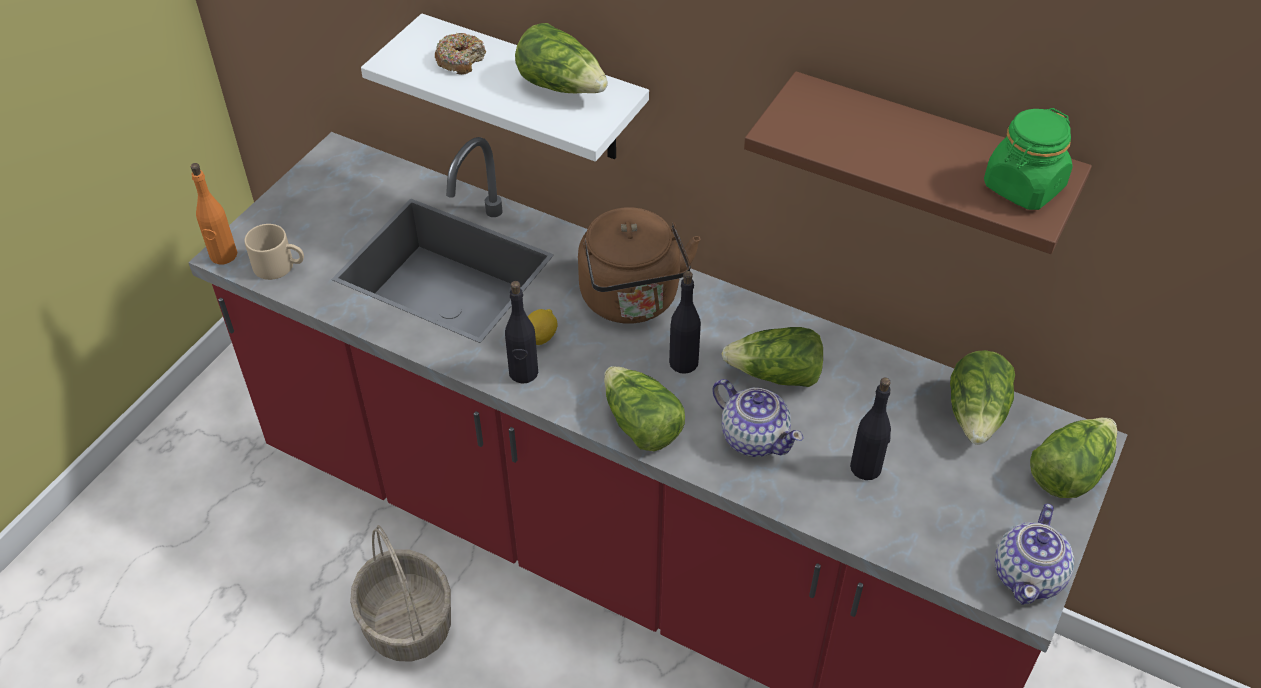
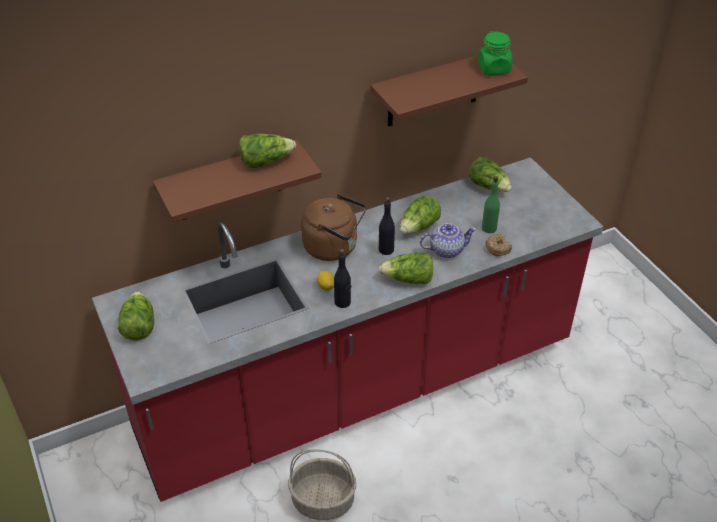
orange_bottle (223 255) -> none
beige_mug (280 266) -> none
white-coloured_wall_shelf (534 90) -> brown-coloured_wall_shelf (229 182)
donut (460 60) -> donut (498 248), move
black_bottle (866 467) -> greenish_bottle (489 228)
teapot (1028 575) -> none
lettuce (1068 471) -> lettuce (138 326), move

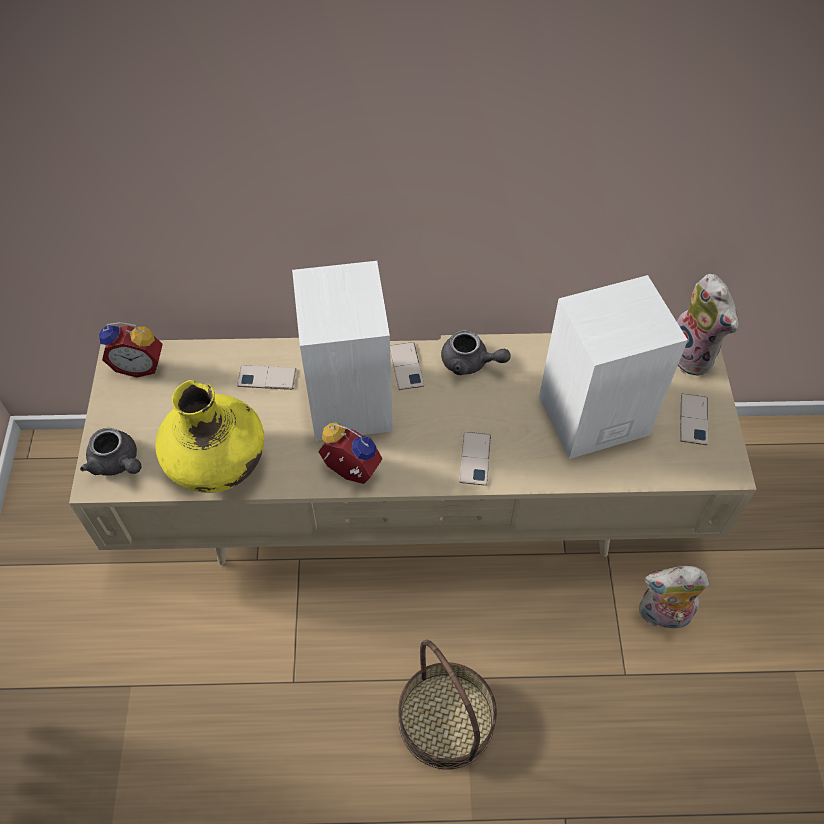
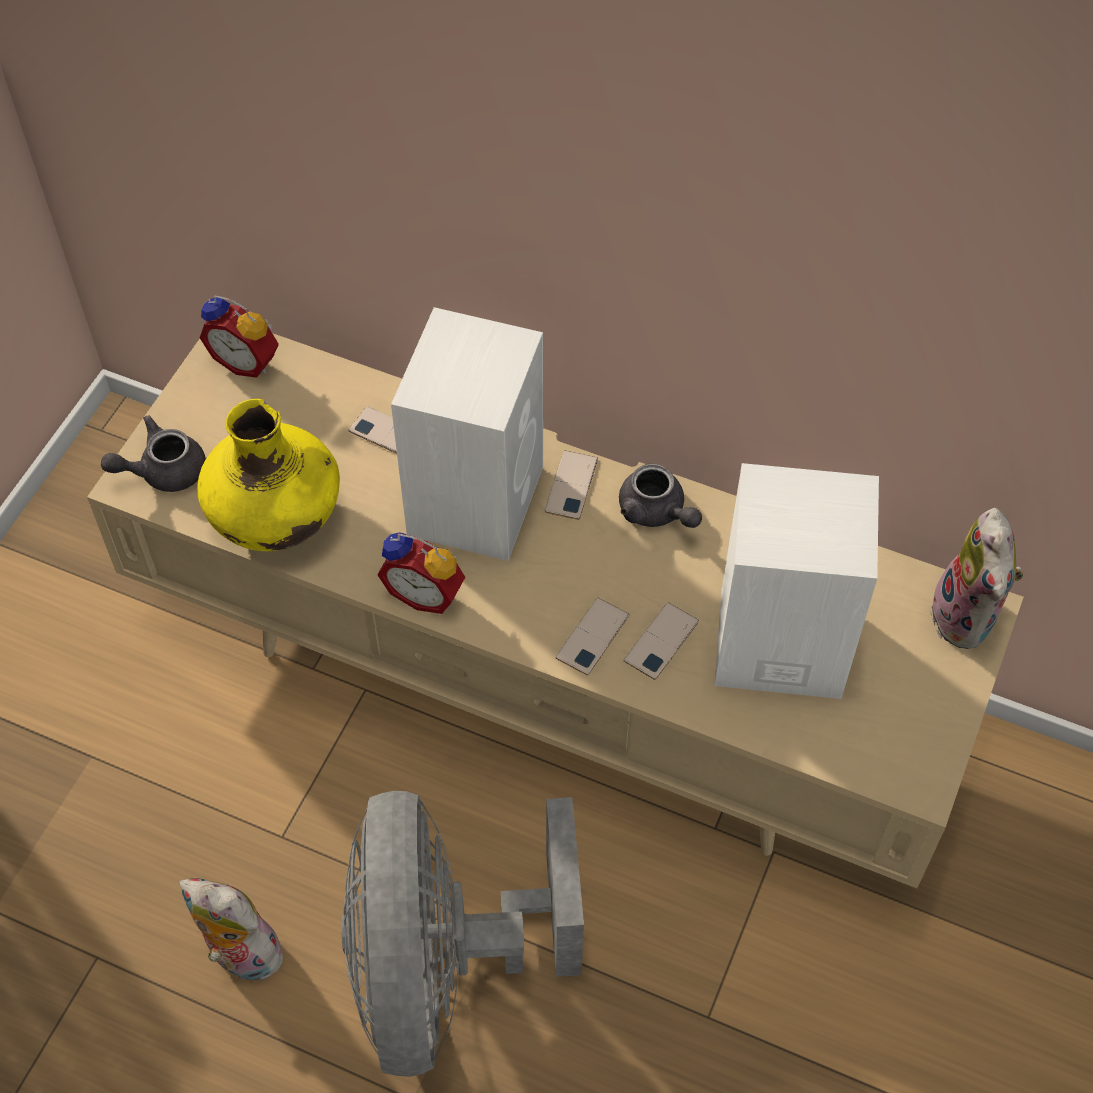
greyish_teapot (117 463) -> greyish_teapot (163 471), 90 degrees clockwise
table_clock (349 473) -> table_clock (426 592), 150 degrees clockwise
household_basket (446 719) -> greyish_cooling_fan (445 966)
cuddly_toy (662 615) -> cuddly_toy (240 954), move
phone (693 419) -> phone (661 641), move

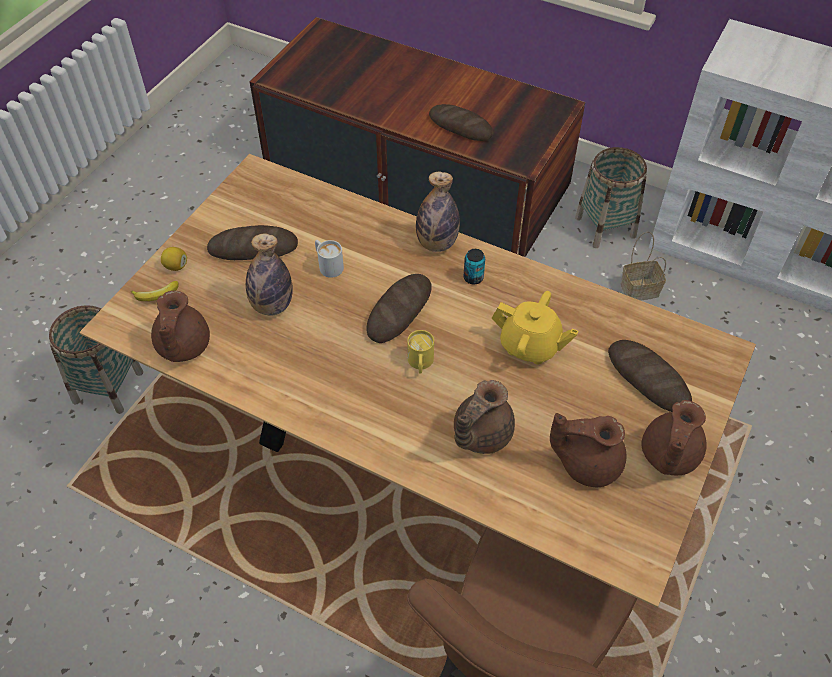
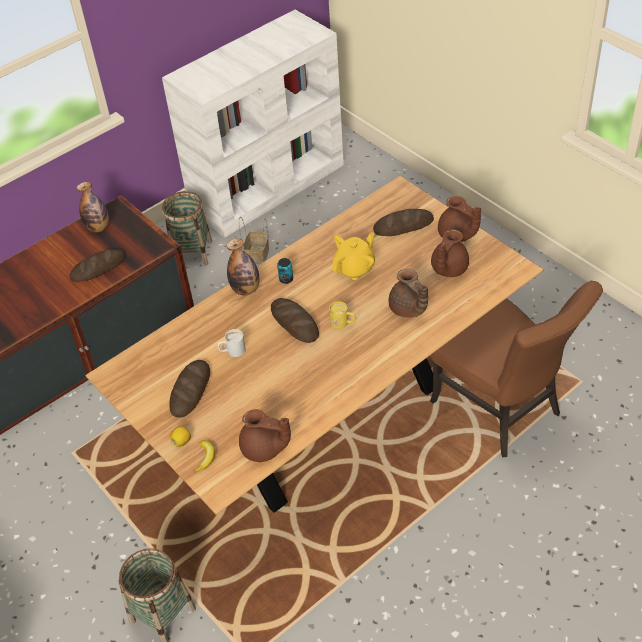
bottle (272 306) -> bottle (98 227), move

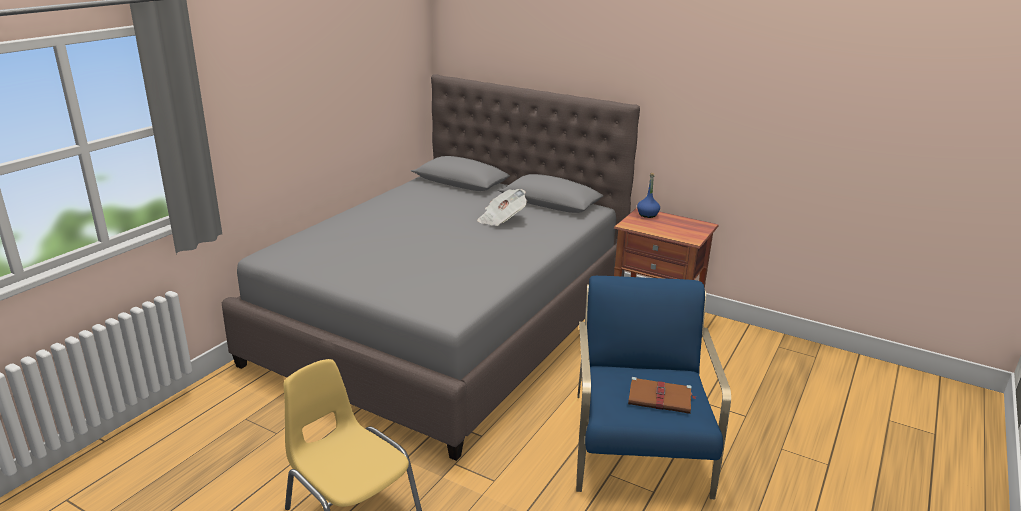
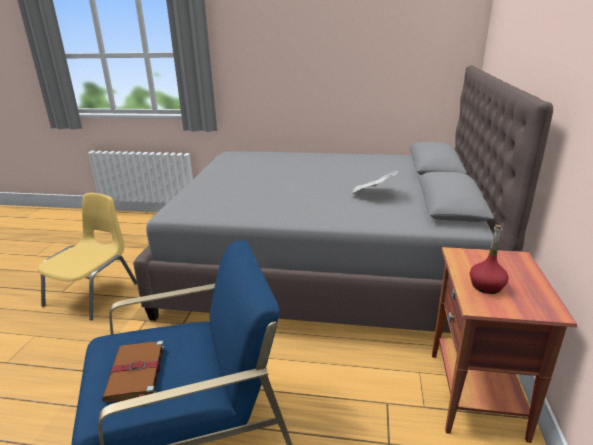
blue-coloured_bottle (647 214) -> none
none -> red_bottle (486 286)

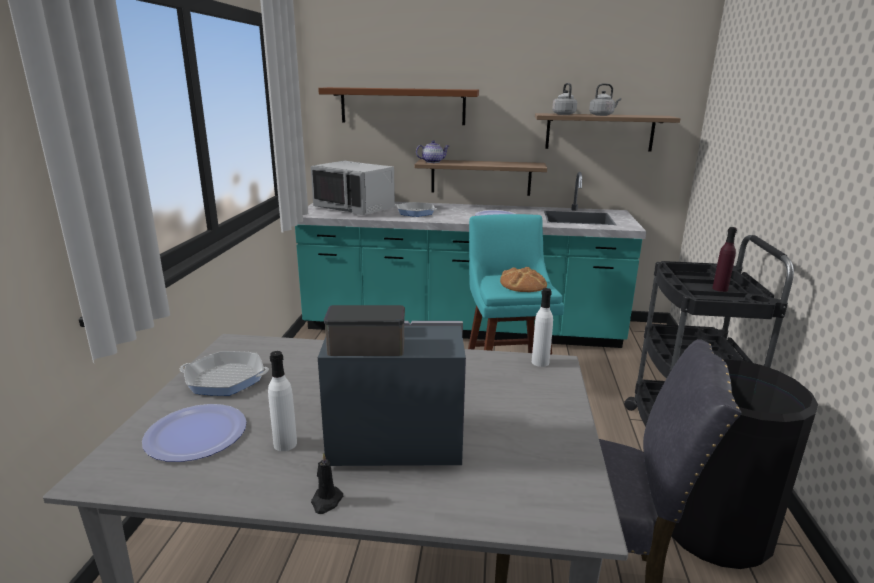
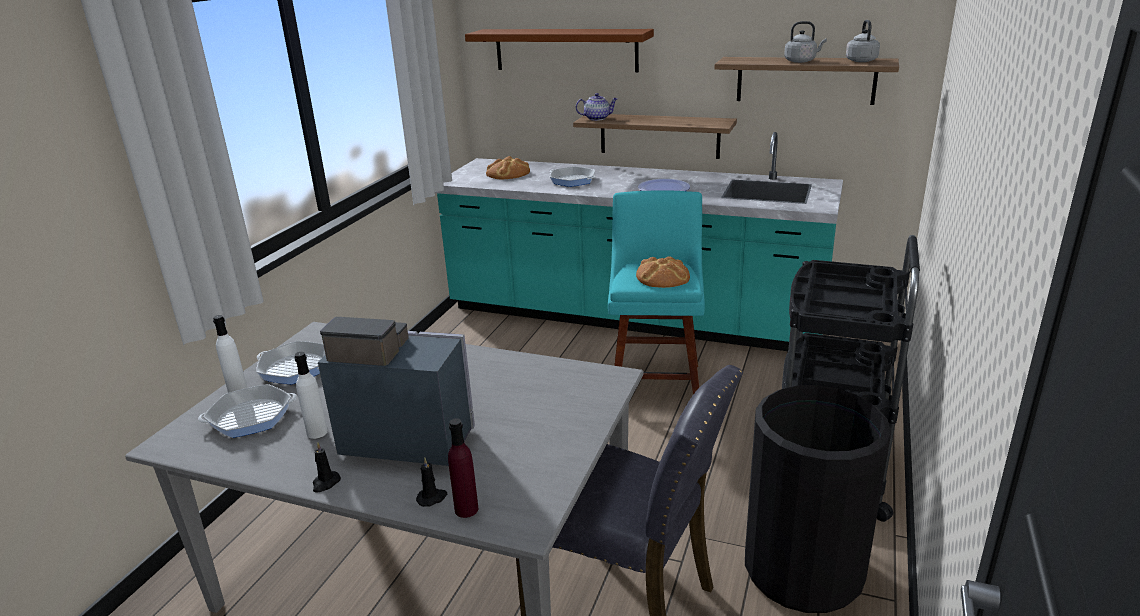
plate (196 434) -> pan (251 417)
greyish_microwave (355 208) -> bakery_bread (508 173)
white-coloured_bottle (540 362) -> white-coloured_bottle (237 389), move
greyish_tea_kettle (563 114) -> greyish_tea_kettle (861 60), move
purplish_bottle (720 289) -> purplish_bottle (466 509), move
none -> black_wax_candle (432 498)

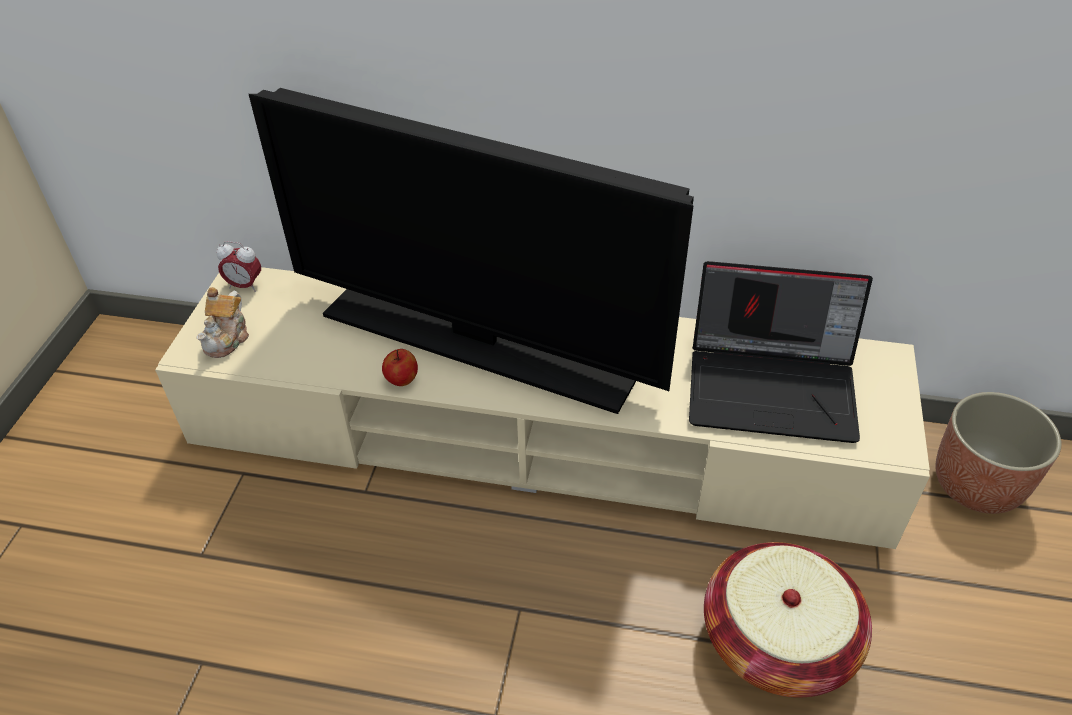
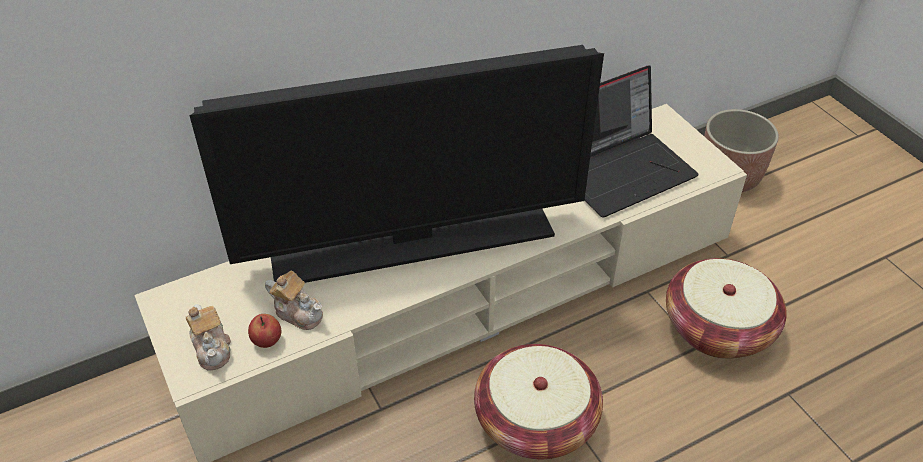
table_clock (245 286) -> none
apple_fruit (402 380) -> apple_fruit (267 341), move
none -> teapot (298 312)
none -> household_basket (535 421)

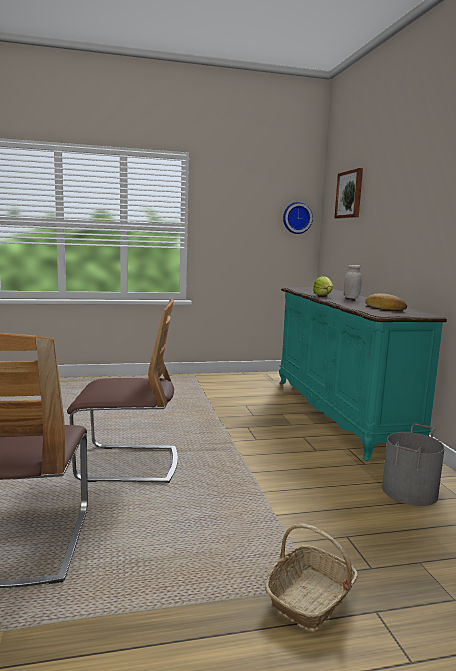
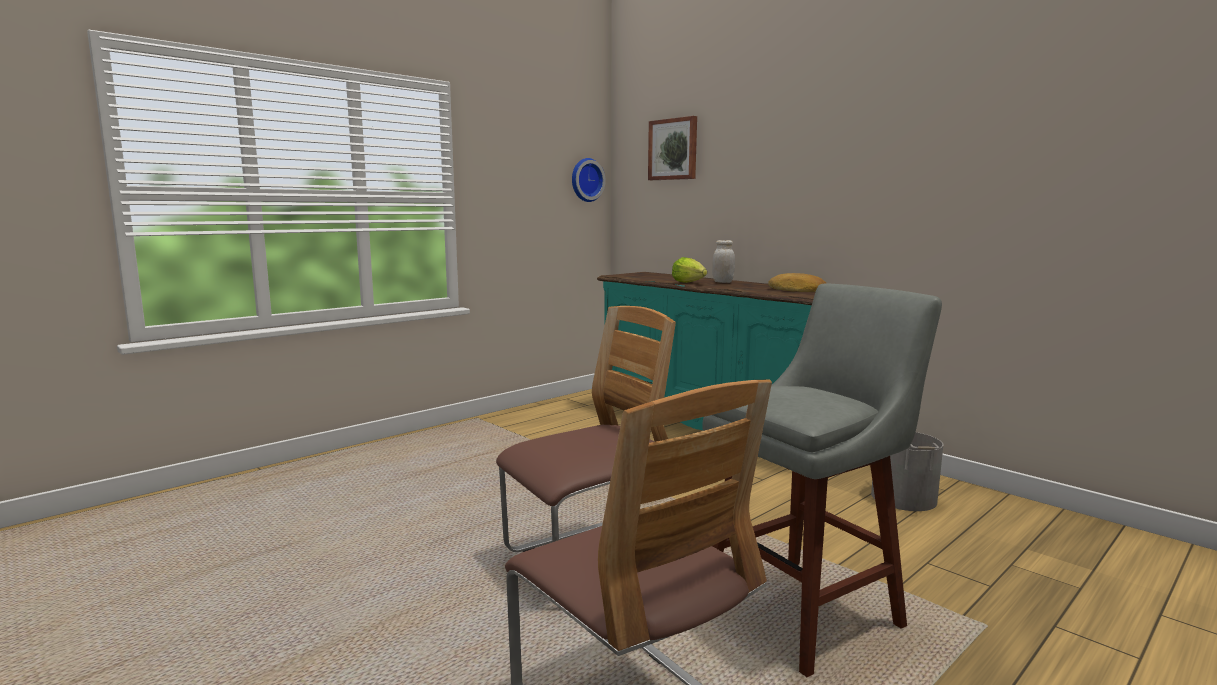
household_basket (310 598) -> none
none -> greyish_stool (805 610)

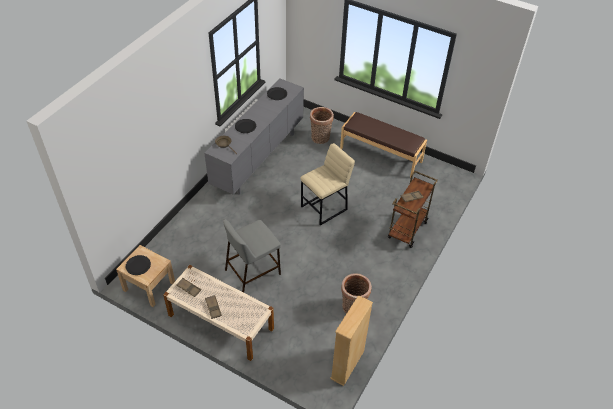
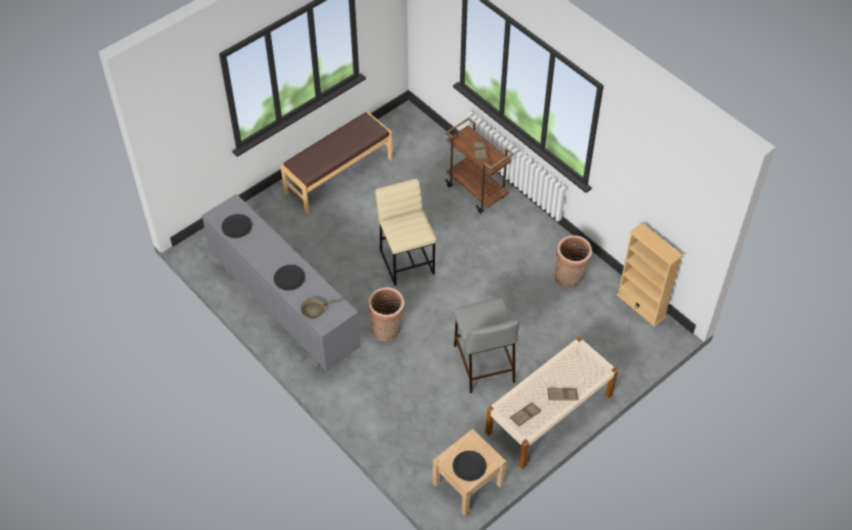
household_basket (320 139) -> household_basket (387 330), move

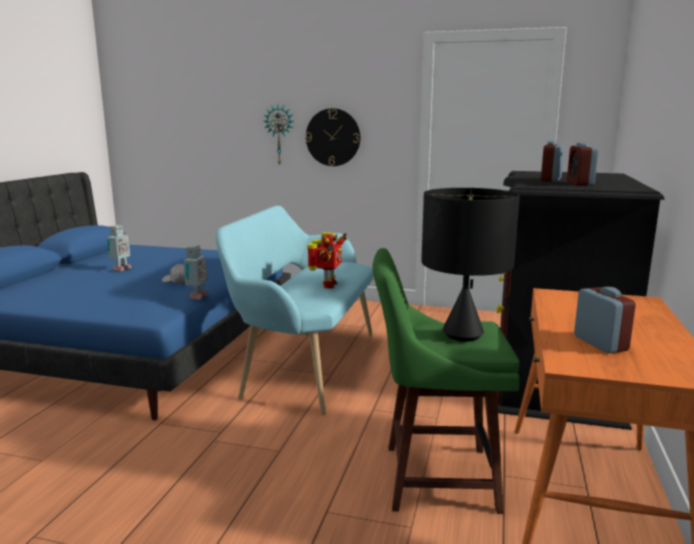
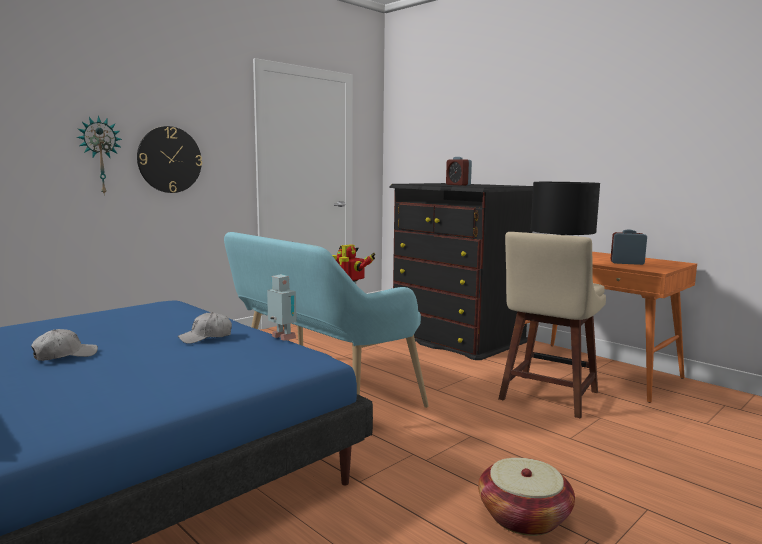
robot_figure (120 269) -> white-coloured_cap (65 355)
greenish_stool (433 476) -> beige_stool (547 397)
table_clock (580 184) -> none
none -> household_basket (523 517)

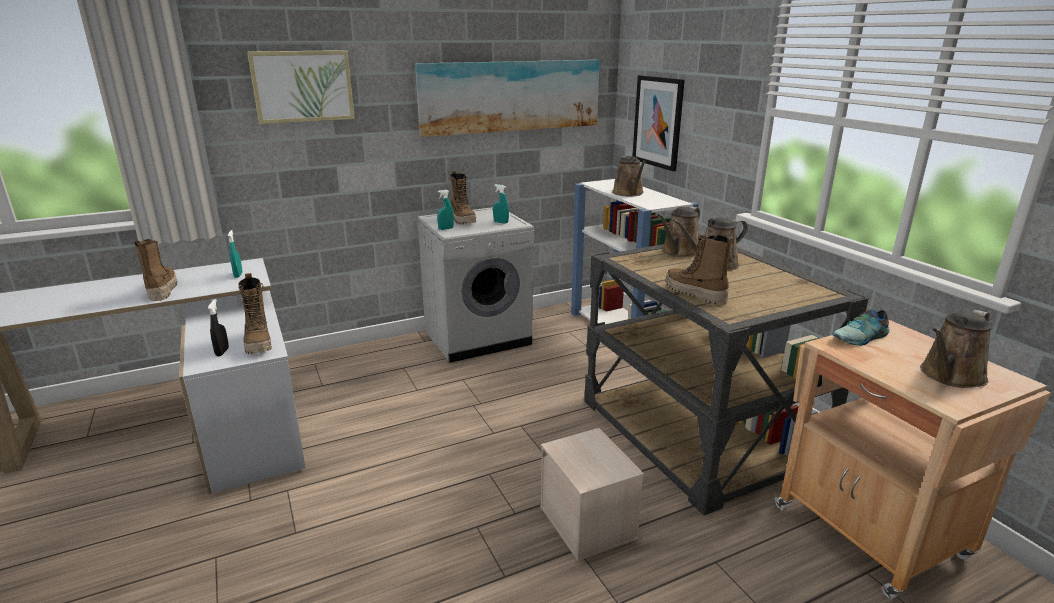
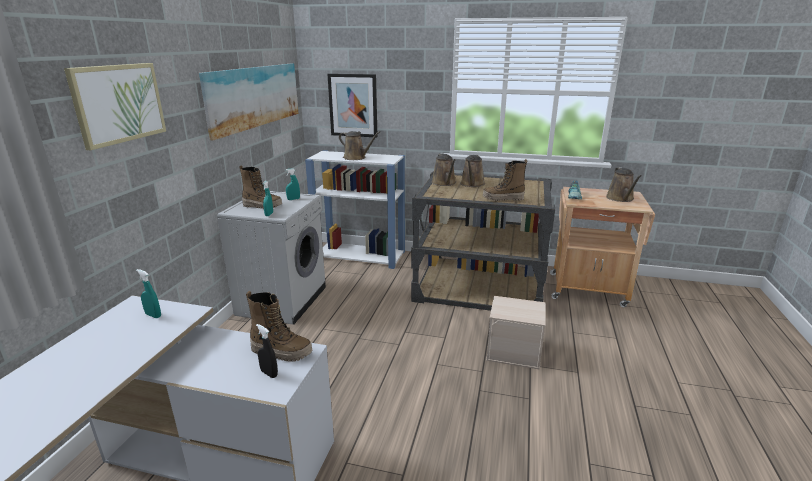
tall_boot (162 290) -> none

